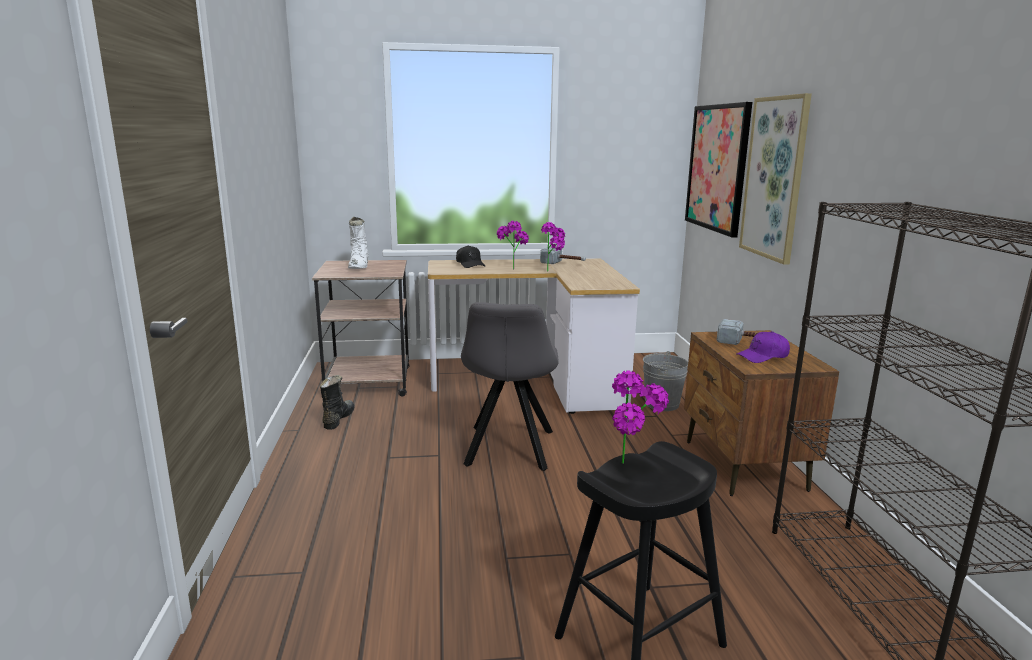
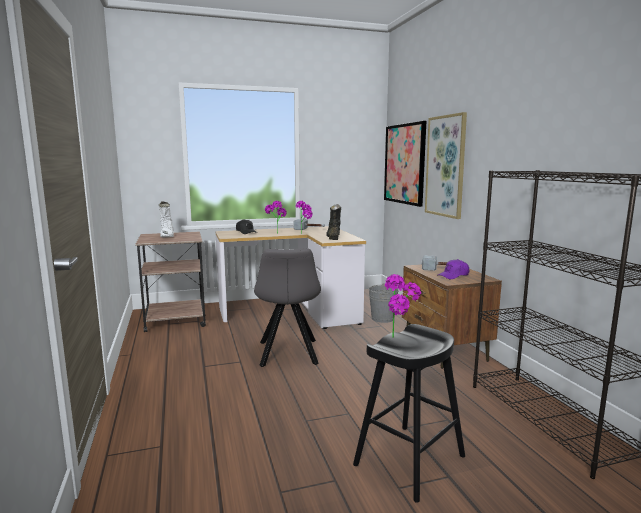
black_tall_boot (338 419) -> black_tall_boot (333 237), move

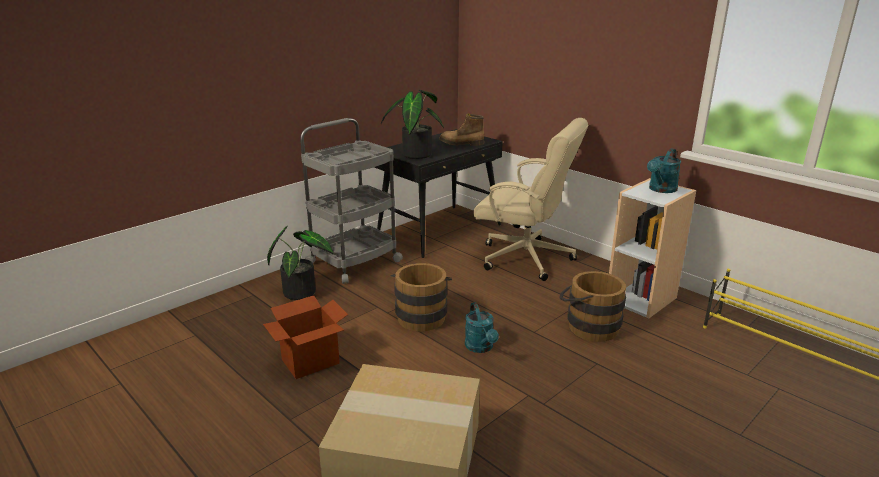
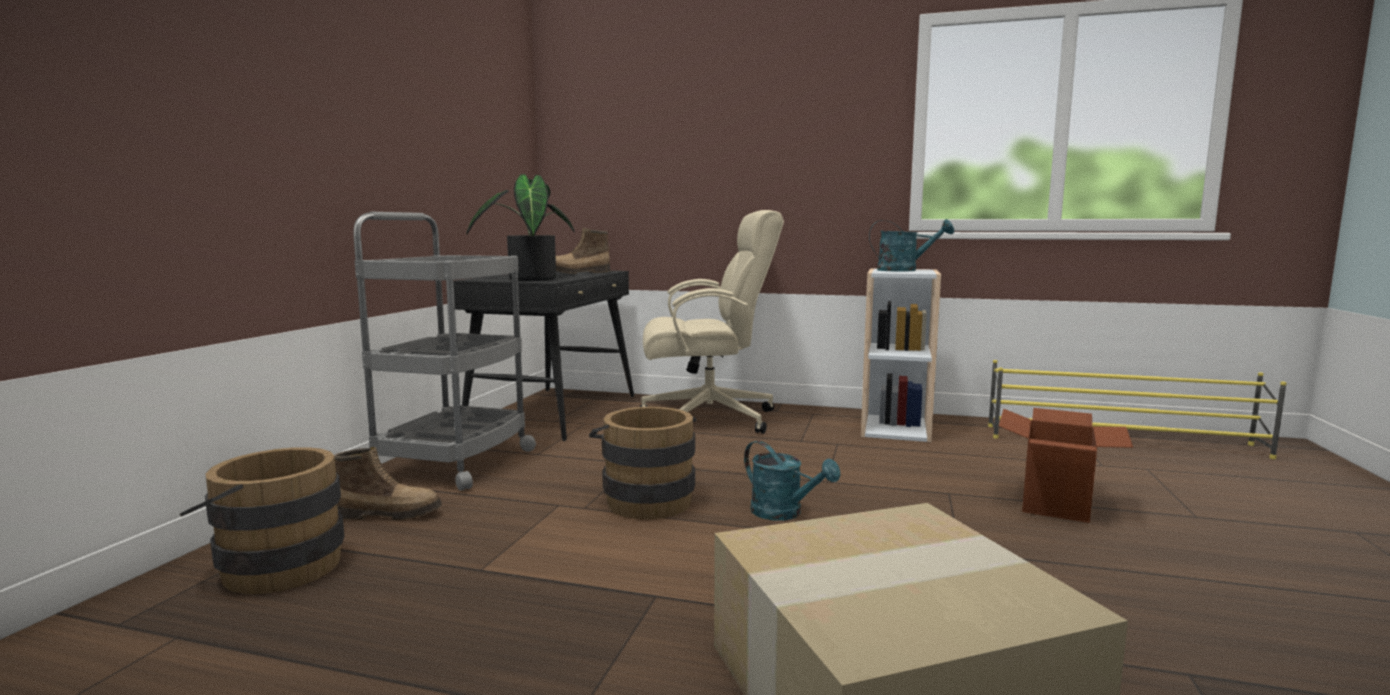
carton (310 362) -> carton (1055 504), move
plant_in_a_pot (303 291) -> tall_boot (390 514)
brown-coloured_bucket (588 326) -> brown-coloured_bucket (272 567), move
blue-green_watering_can (661 190) -> blue-green_watering_can (904 270), 90 degrees counterclockwise

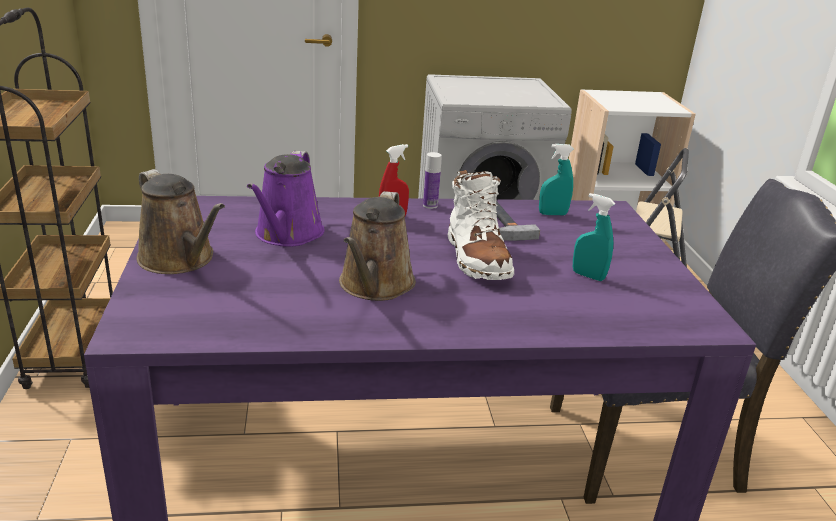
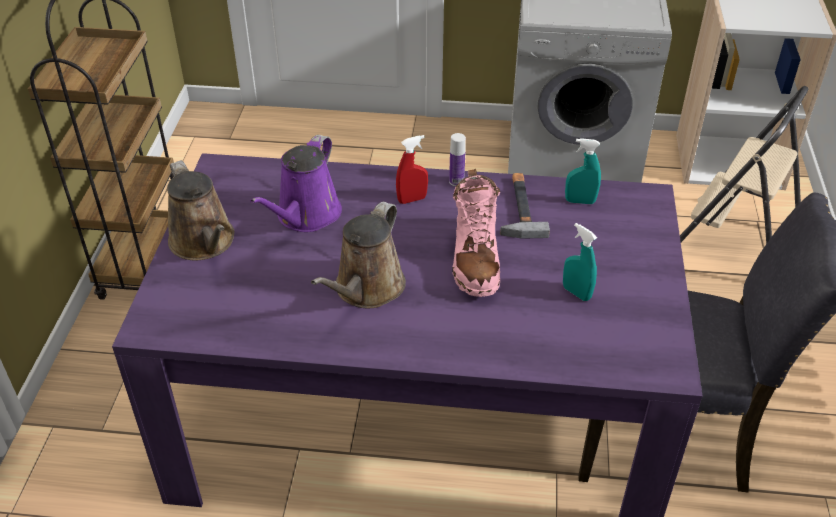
white-coloured_tall_boot (476 258) -> pinkish_tall_boot (475 260)

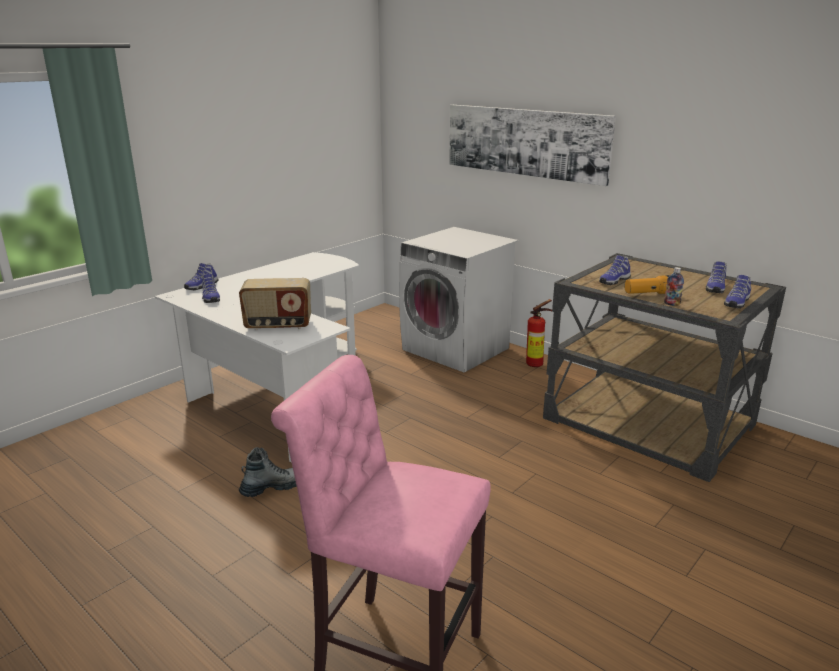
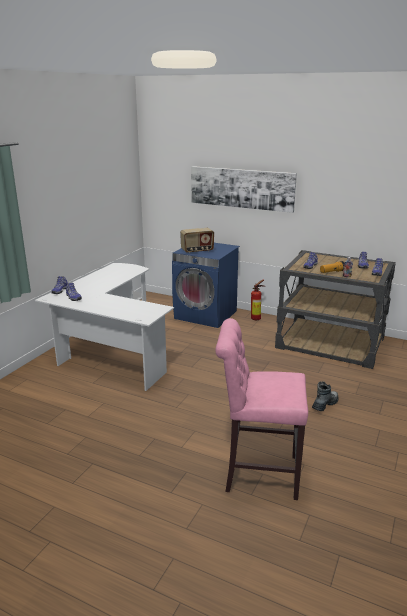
radio (278 325) -> radio (197 251), move
tall_boot (272 487) -> tall_boot (325 404), move
white-coloured_washing_machine (457 348) -> blue-coloured_washing_machine (207 314)

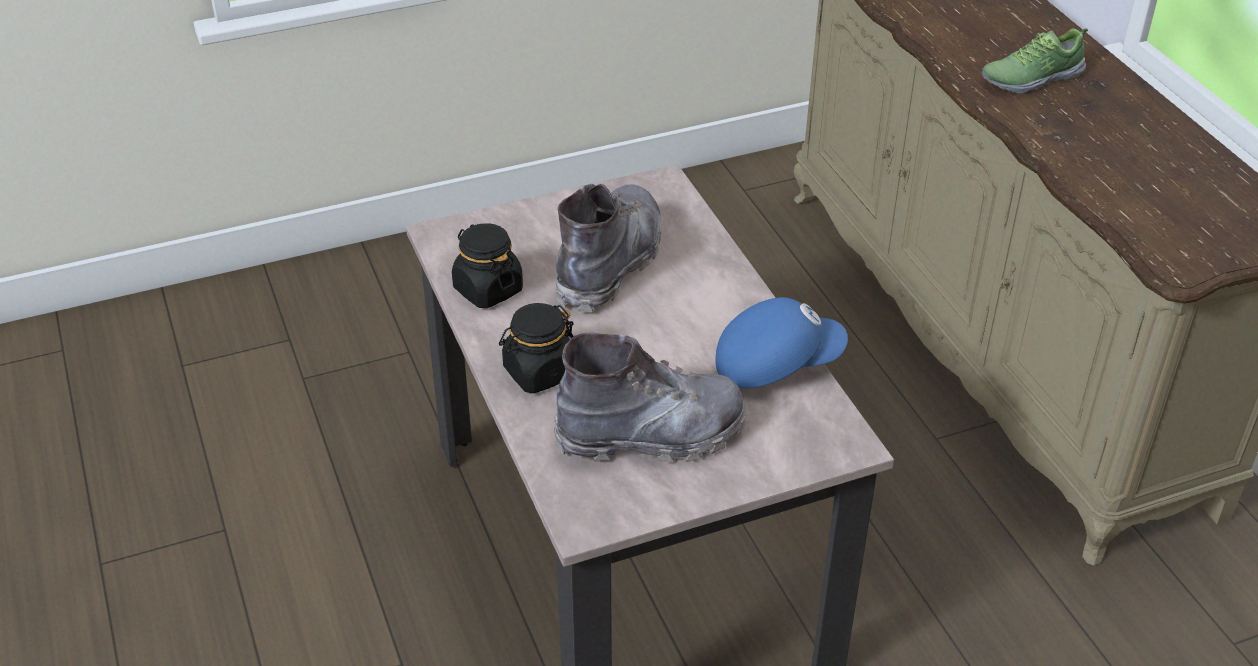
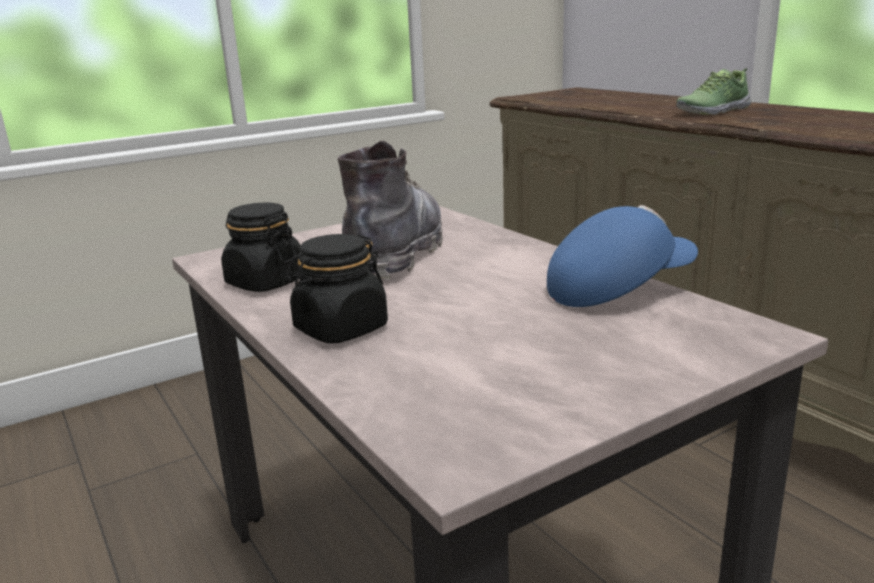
greyish_tall_boot (651 435) -> none

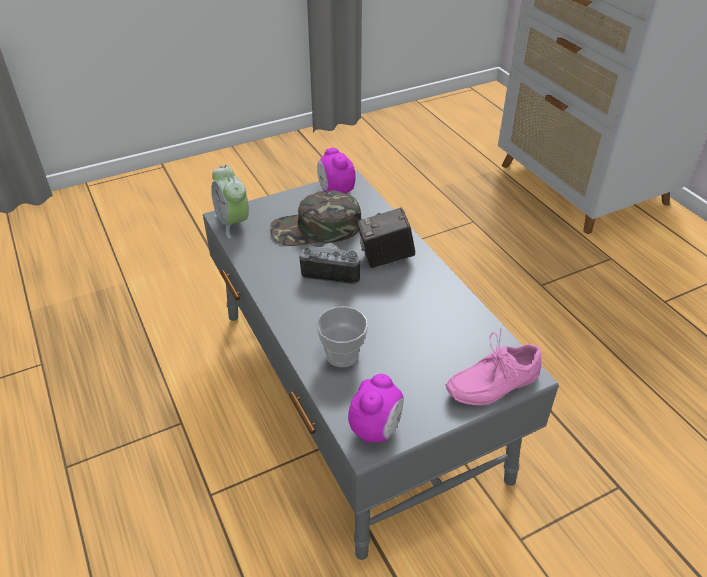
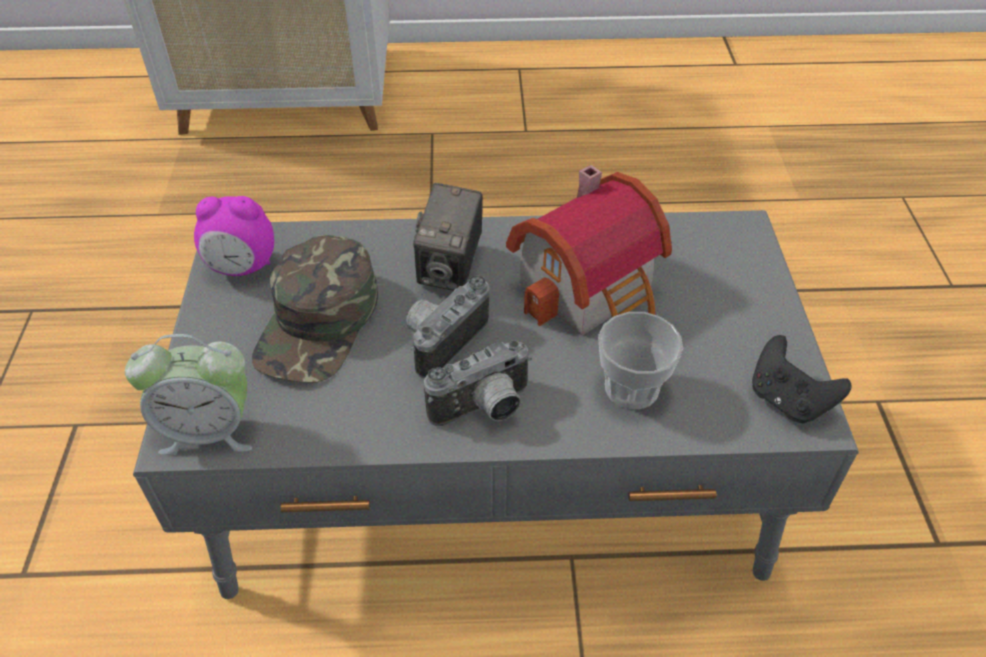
table_clock (376 429) -> black_game_controller (787 400)
pinkish_item_of_footwear (490 382) -> none
none -> still_camera (484 410)
none -> model_house (592 290)

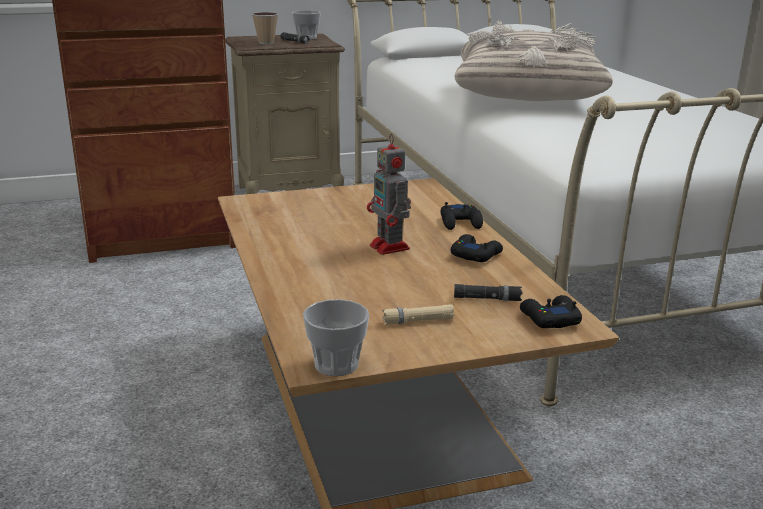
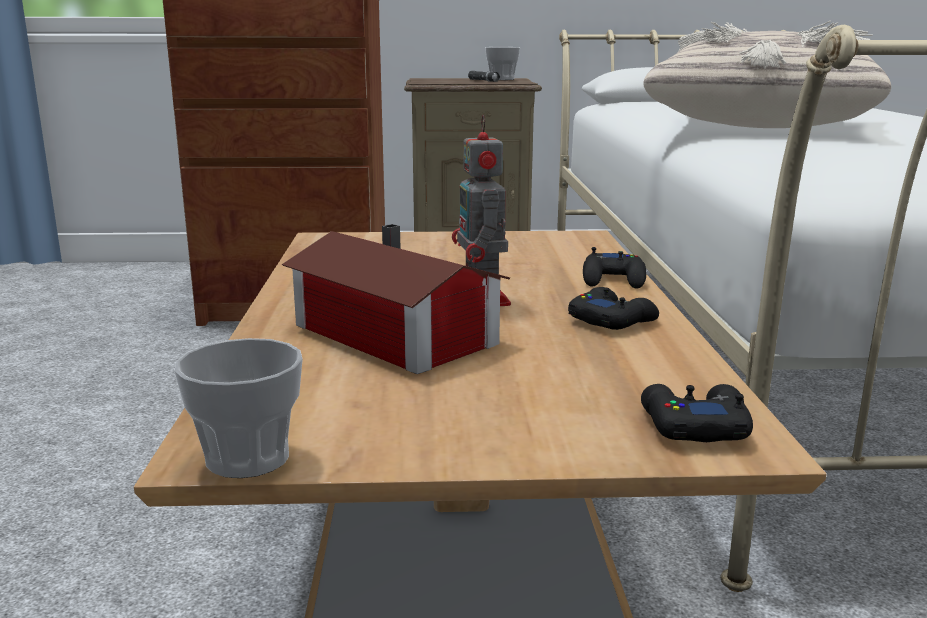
small_cup (266 43) -> none
beige_torch (417 321) -> none
black_torch (487 298) -> none
none -> model_house (394 337)

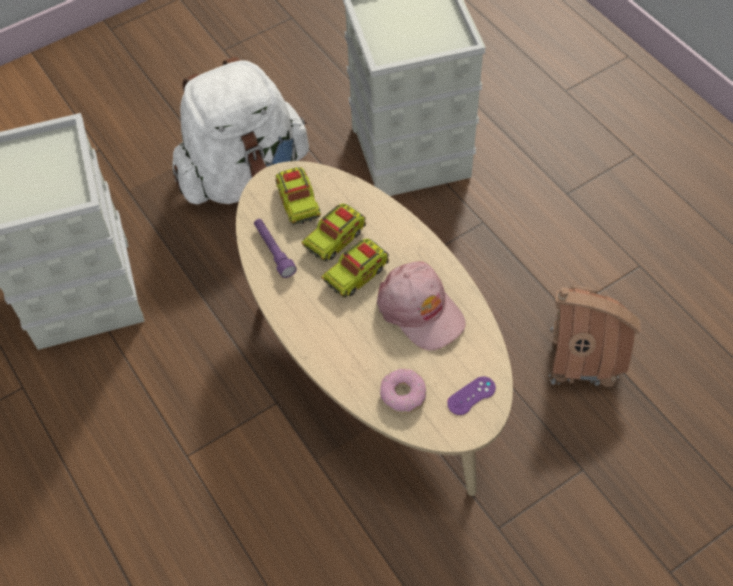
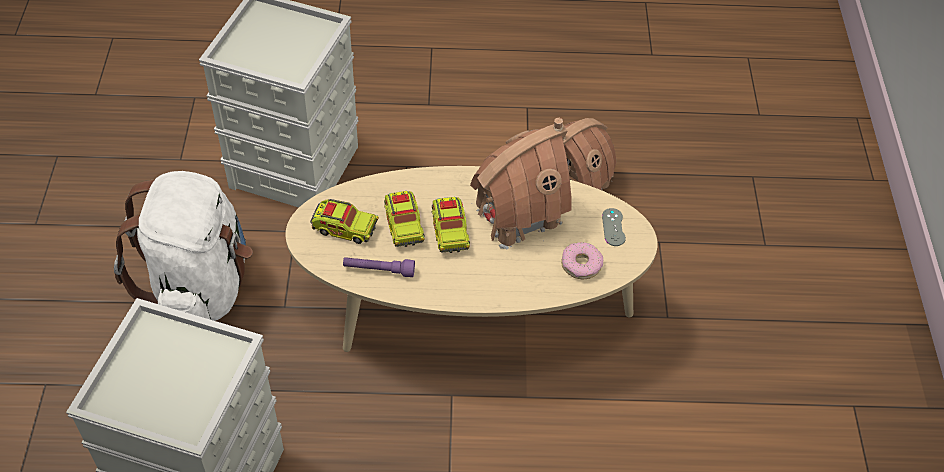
pinkish_cap (420 310) -> model_house (517 213)
purplish_game_controller (471 396) -> greyish_game_controller (613 227)

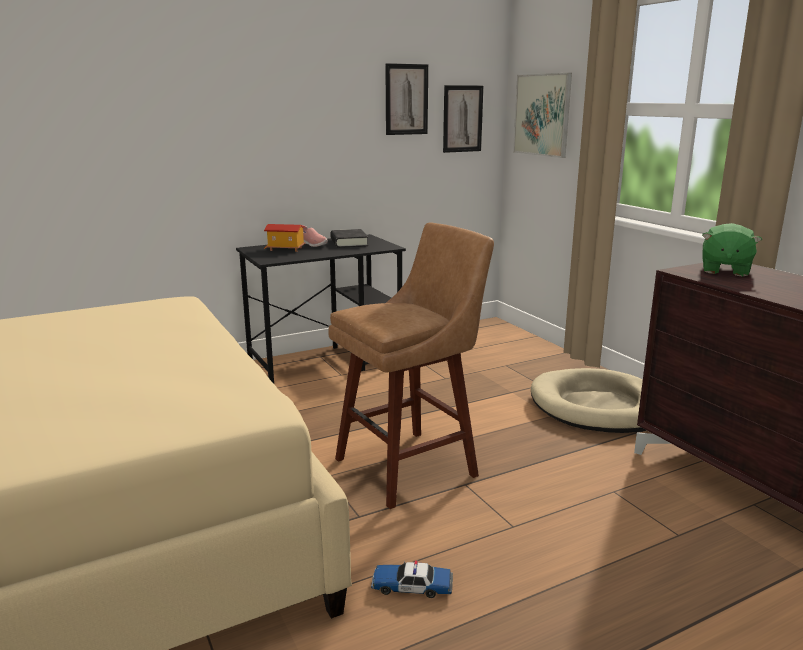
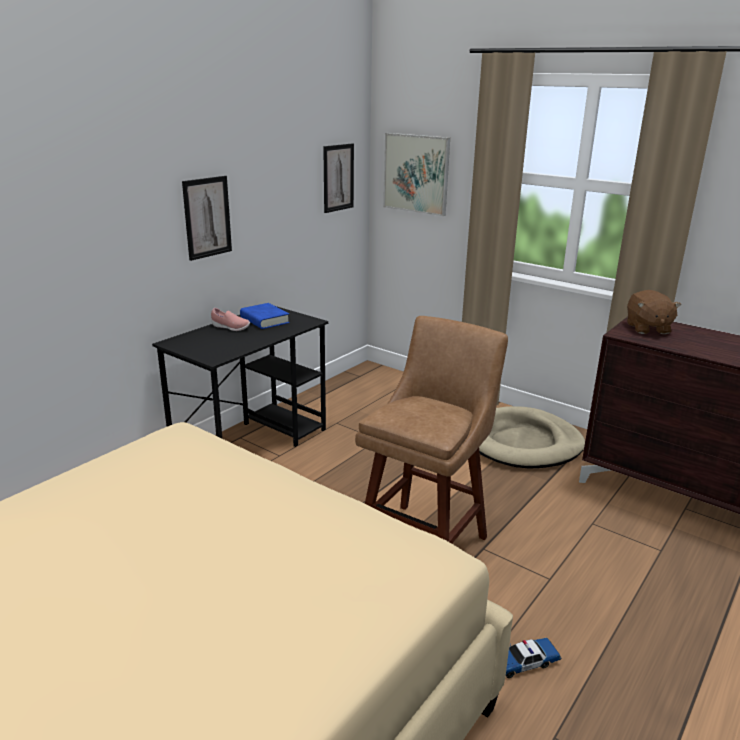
model_house (285 249) -> none
black_bound_book (349 242) -> blue-coloured_bound_book (264 320)
wall_picture (406 99) -> wall_picture (207 217), move
greenish_cuddly_toy (724 270) -> brown-coloured_cuddly_toy (647 328)

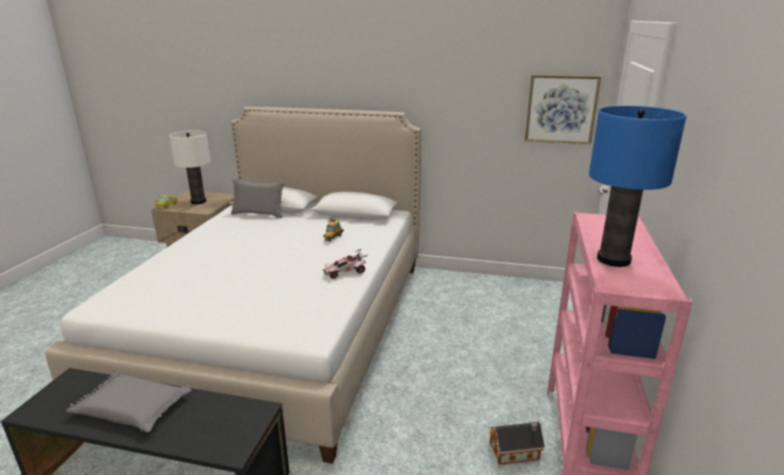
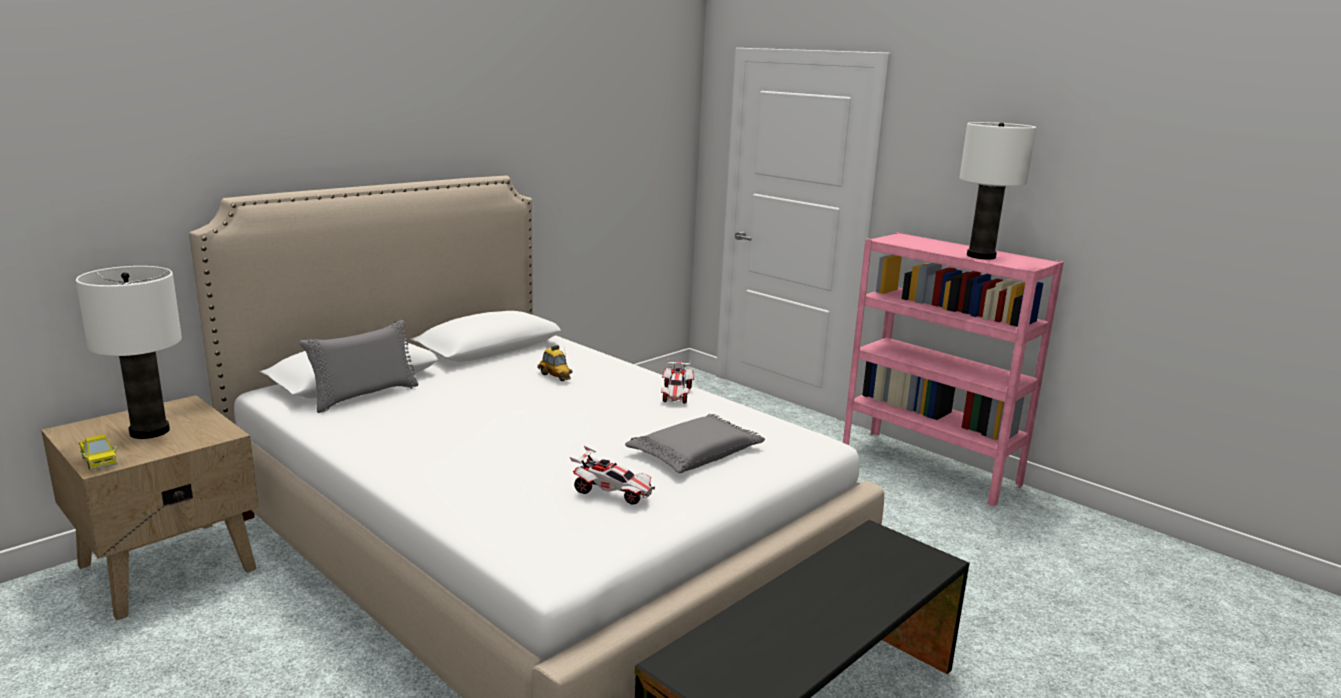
greyish_pillow (132 406) -> greyish_pillow (696 451), move
model_house (516 451) -> none
wall_picture (561 109) -> none
blue-coloured_table_lamp (614 260) -> white-coloured_table_lamp (981 256)
none -> model_car (612 492)

